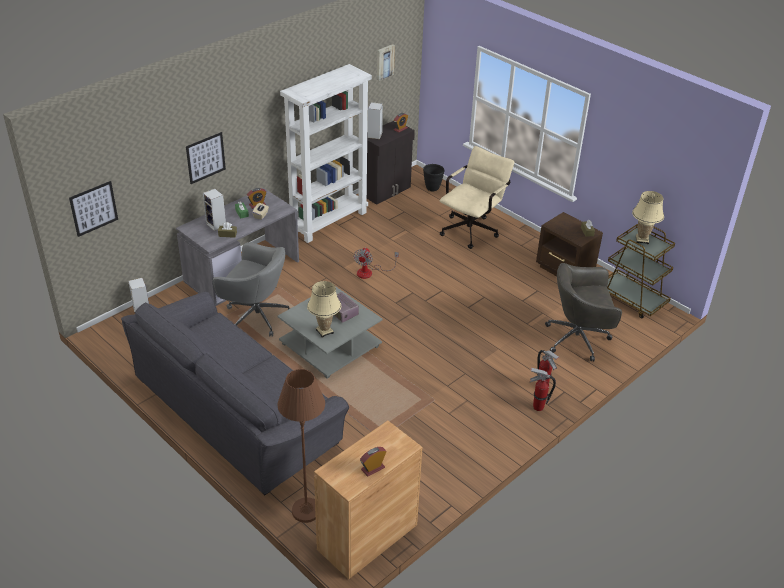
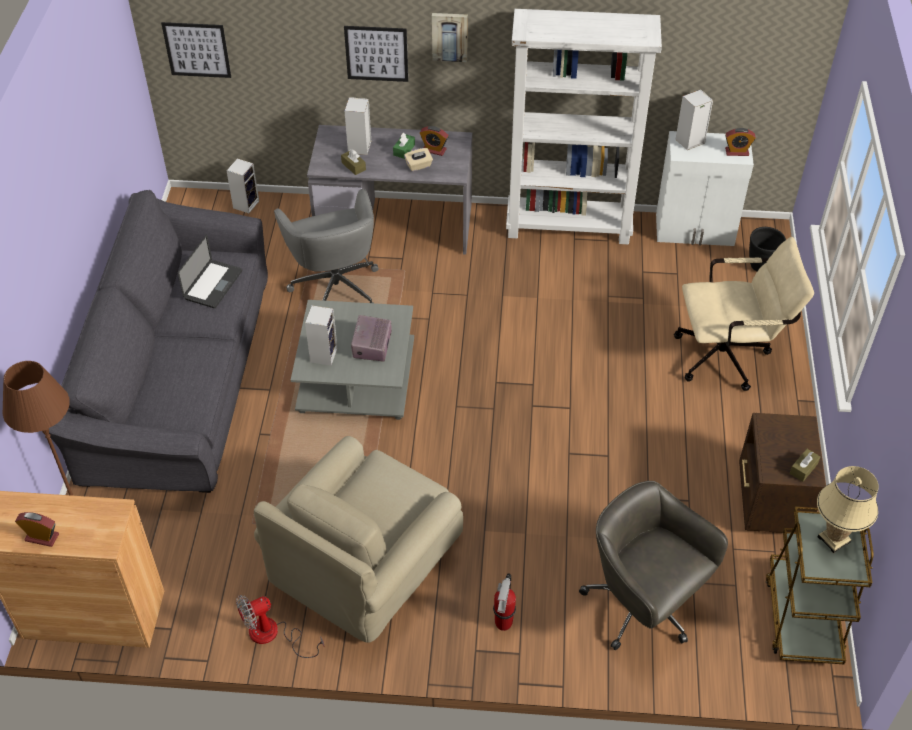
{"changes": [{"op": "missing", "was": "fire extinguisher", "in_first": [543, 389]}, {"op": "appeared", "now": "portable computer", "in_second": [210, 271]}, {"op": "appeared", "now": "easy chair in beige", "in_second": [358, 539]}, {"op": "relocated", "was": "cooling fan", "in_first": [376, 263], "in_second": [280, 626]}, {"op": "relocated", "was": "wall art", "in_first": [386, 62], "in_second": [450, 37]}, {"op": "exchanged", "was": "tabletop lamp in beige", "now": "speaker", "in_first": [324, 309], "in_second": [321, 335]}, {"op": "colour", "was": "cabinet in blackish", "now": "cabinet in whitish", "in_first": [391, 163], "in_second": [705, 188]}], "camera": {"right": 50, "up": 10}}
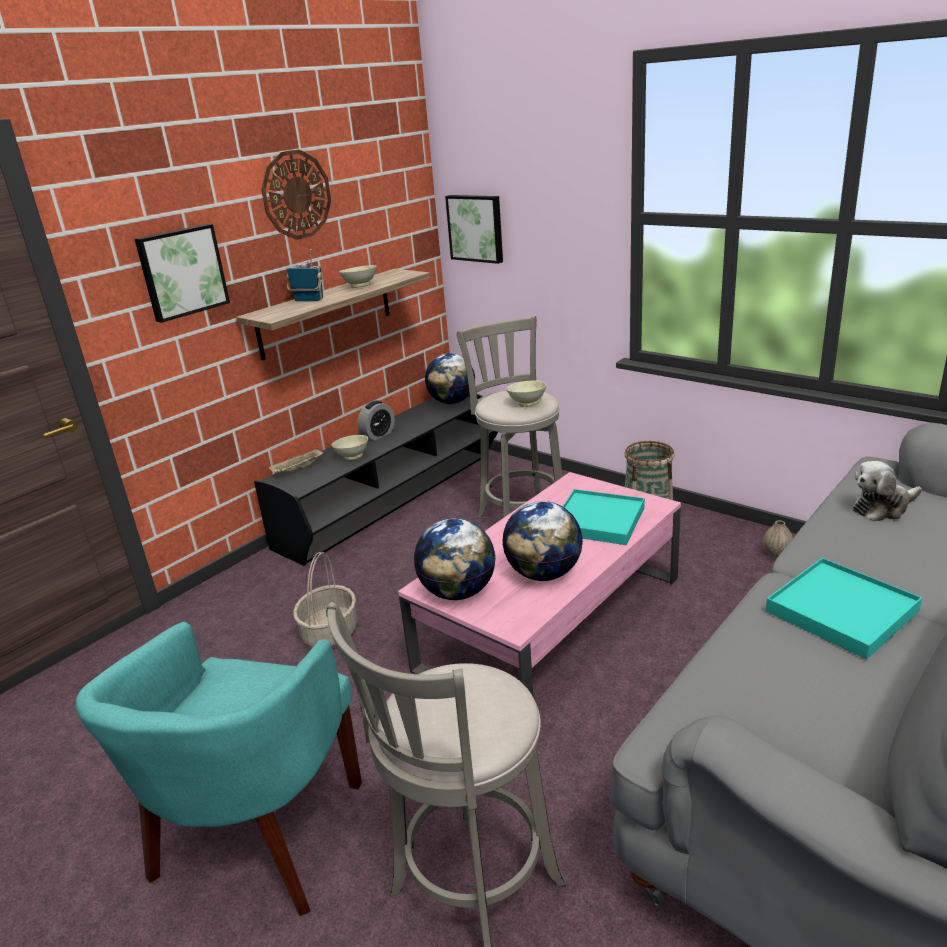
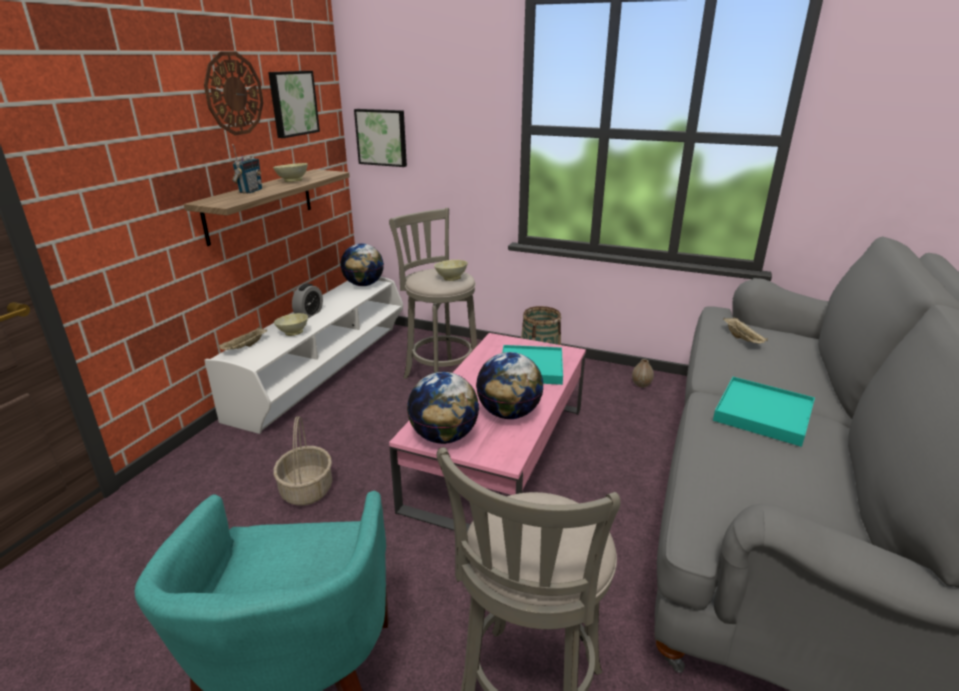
{"changes": [{"op": "relocated", "was": "wall art", "in_first": [182, 273], "in_second": [294, 104]}, {"op": "exchanged", "was": "plush toy", "now": "serving tray in beige", "in_first": [887, 491], "in_second": [745, 330]}, {"op": "colour", "was": "media console in blackish", "now": "media console in whitish", "in_first": [376, 480], "in_second": [303, 355]}, {"op": "spun", "was": "radio", "in_first": [305, 275], "in_second": [247, 169], "clockwise": 105}], "camera": {"right": -20, "up": 0}}
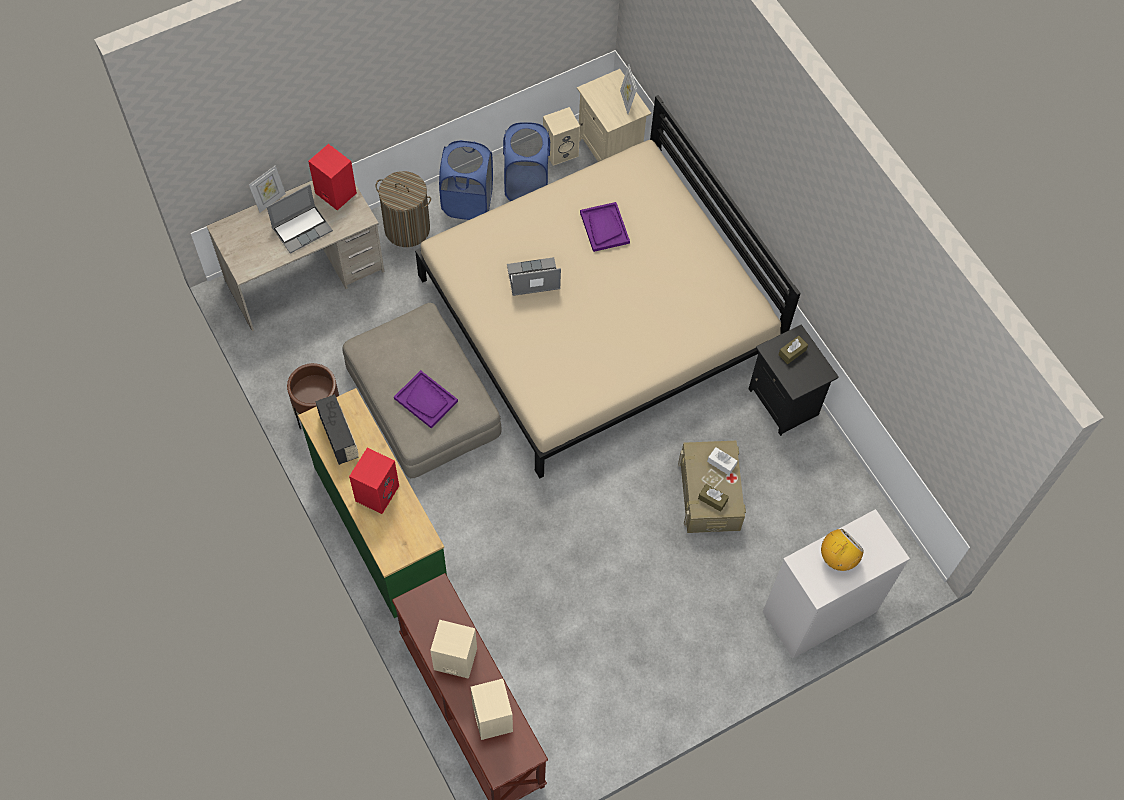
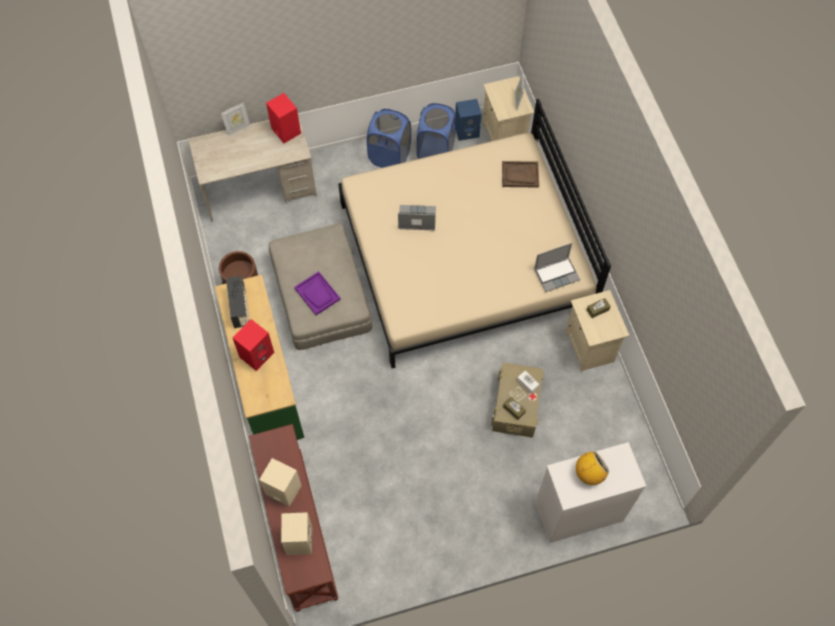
{"changes": [{"op": "missing", "was": "laundry basket", "in_first": [403, 209]}, {"op": "missing", "was": "serving tray in purple", "in_first": [605, 227]}, {"op": "appeared", "now": "serving tray in brownish", "in_second": [520, 174]}, {"op": "relocated", "was": "portable computer", "in_first": [300, 219], "in_second": [557, 267]}, {"op": "colour", "was": "speaker in beige", "now": "speaker in blue-coloured", "in_first": [561, 136], "in_second": [468, 120]}, {"op": "colour", "was": "nightstand in blackish", "now": "nightstand in beige", "in_first": [794, 380], "in_second": [597, 331]}], "camera": {"right": 15, "up": 0}}
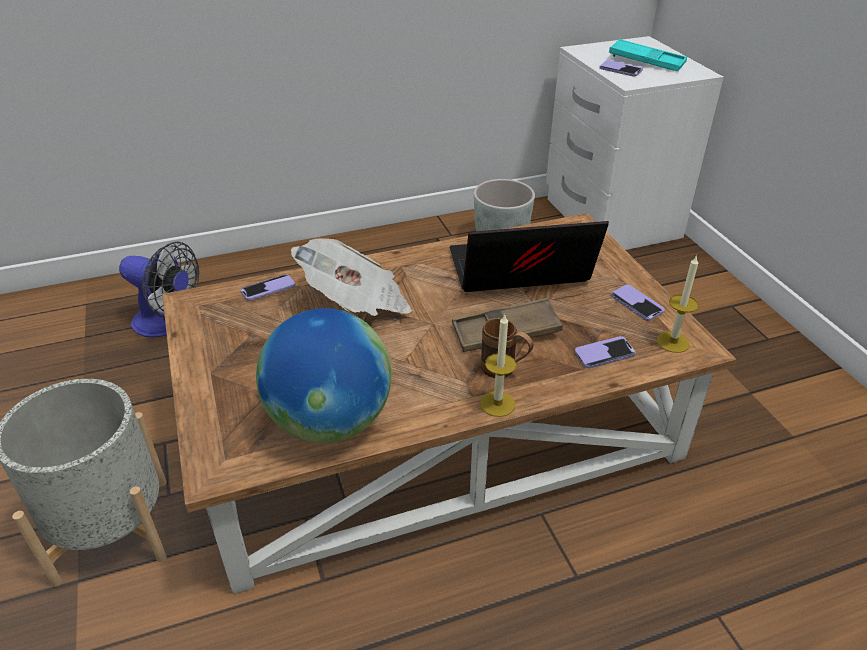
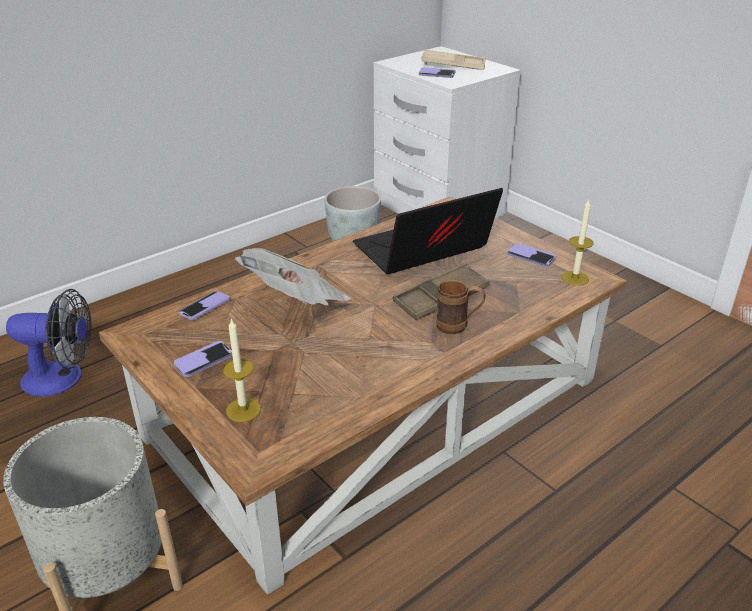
{"changes": [{"op": "missing", "was": "desk globe", "in_first": [324, 375]}, {"op": "relocated", "was": "wax light", "in_first": [498, 365], "in_second": [242, 370]}, {"op": "relocated", "was": "handset", "in_first": [605, 352], "in_second": [203, 359]}, {"op": "colour", "was": "serving tray in turquoise-coloured", "now": "serving tray in beige", "in_first": [648, 55], "in_second": [453, 59]}], "camera": {"right": -20, "up": -5}}
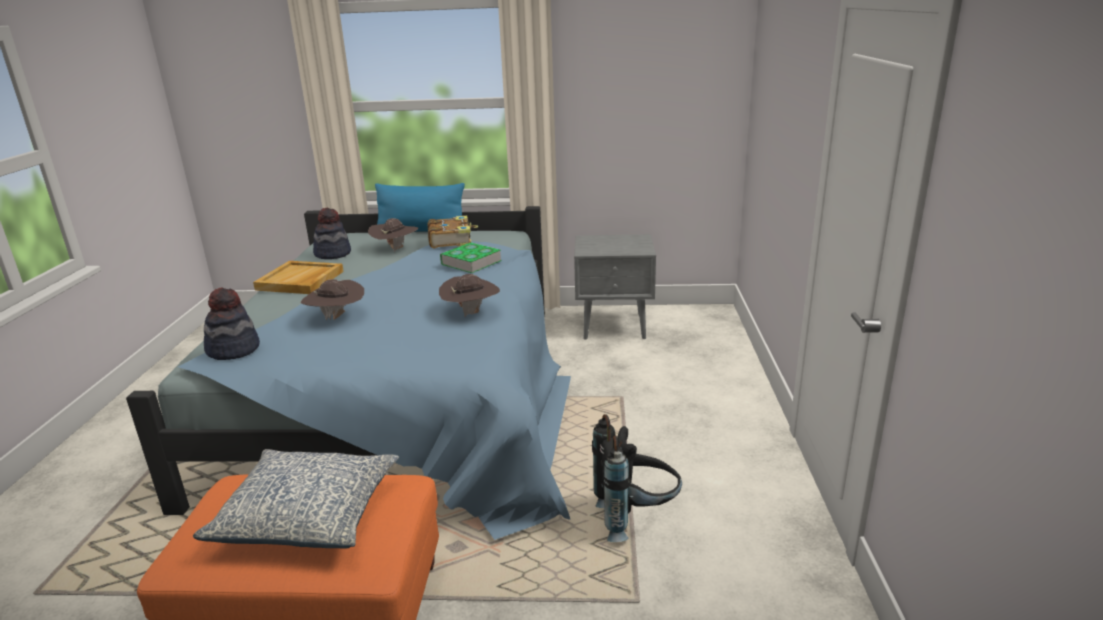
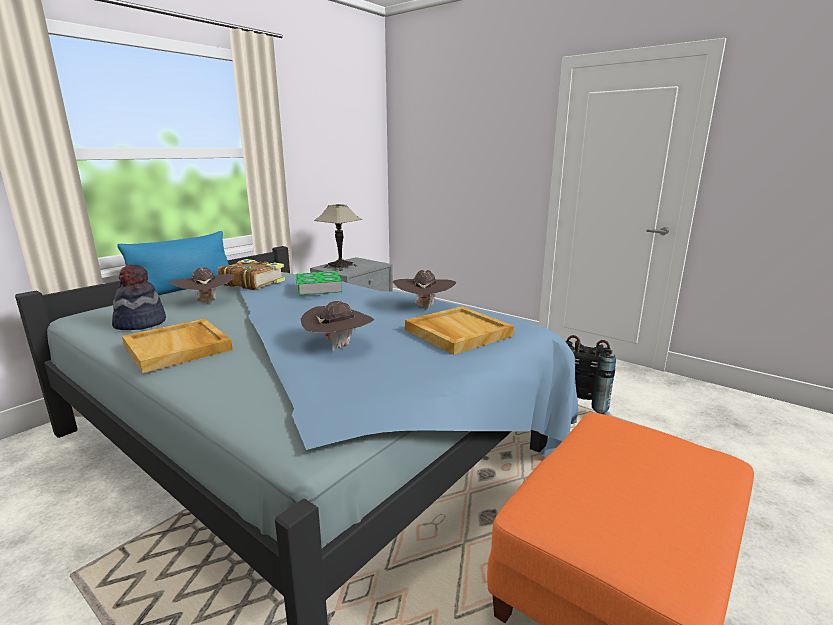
{"changes": [{"op": "missing", "was": "pillow", "in_first": [296, 499]}, {"op": "missing", "was": "clothing hat", "in_first": [232, 324]}, {"op": "appeared", "now": "tabletop lamp", "in_second": [338, 237]}, {"op": "appeared", "now": "serving tray in beige", "in_second": [459, 330]}], "camera": {"right": -55, "up": -5}}
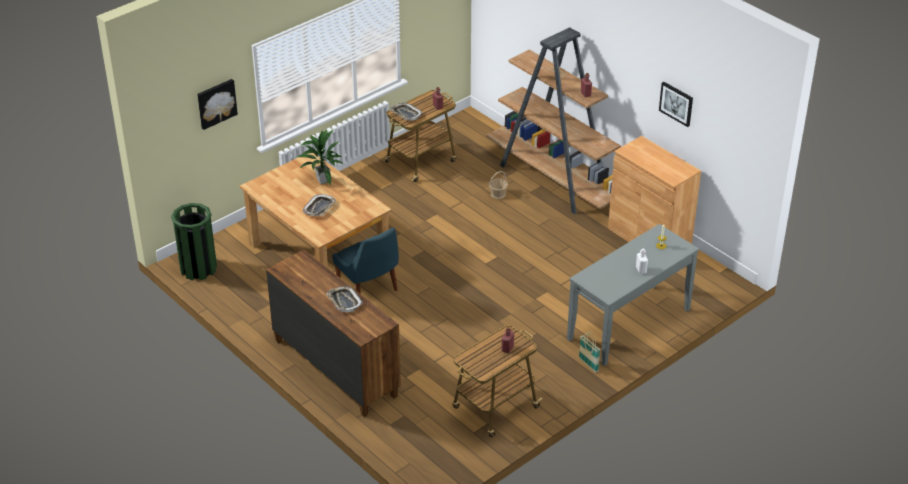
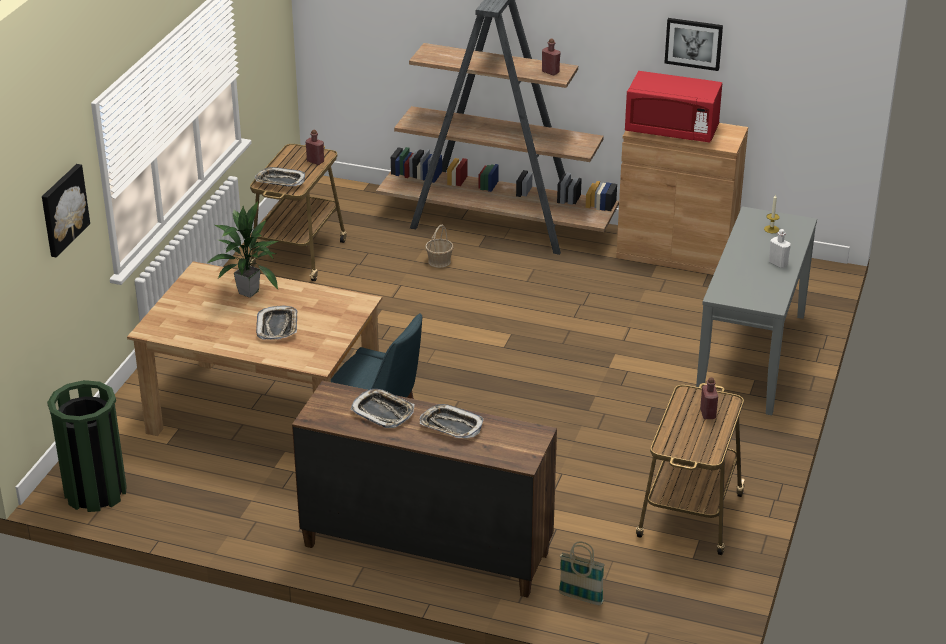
{"changes": [{"op": "appeared", "now": "serving tray", "in_second": [382, 408]}, {"op": "appeared", "now": "microwave oven in reddish", "in_second": [673, 107]}, {"op": "relocated", "was": "basket", "in_first": [589, 352], "in_second": [582, 573]}], "camera": {"right": -30, "up": -5}}
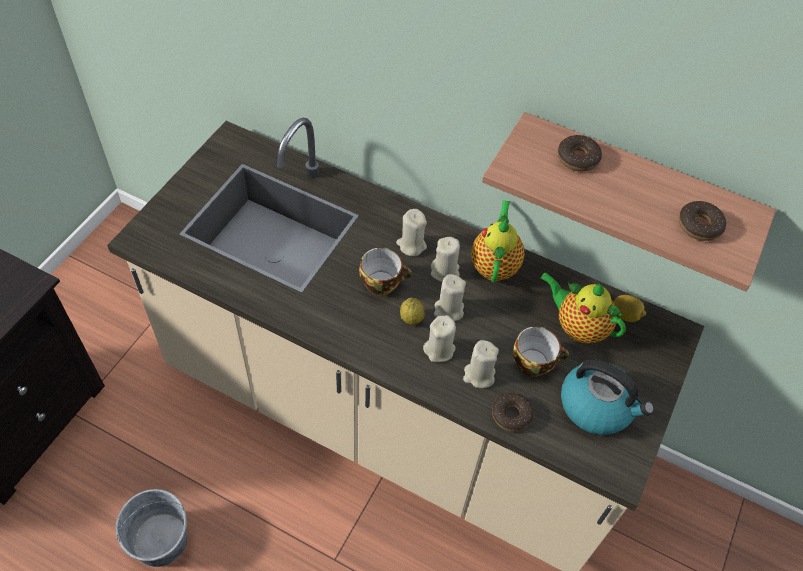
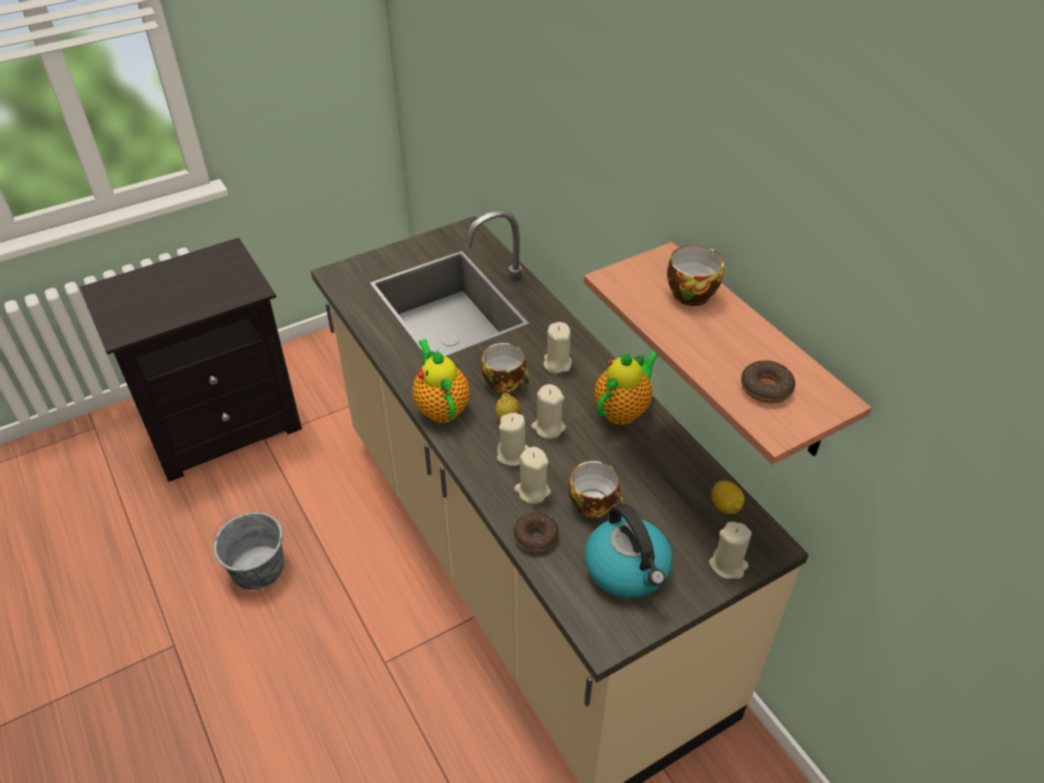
{"changes": [{"op": "relocated", "was": "wax light in beige", "in_first": [445, 259], "in_second": [730, 550]}, {"op": "relocated", "was": "pot for tea", "in_first": [583, 308], "in_second": [441, 381]}, {"op": "exchanged", "was": "donut", "now": "cup", "in_first": [580, 153], "in_second": [695, 275]}], "camera": {"right": 35, "up": -10}}
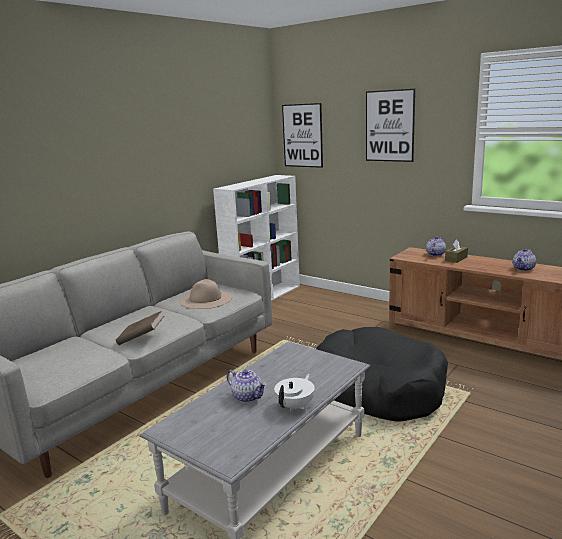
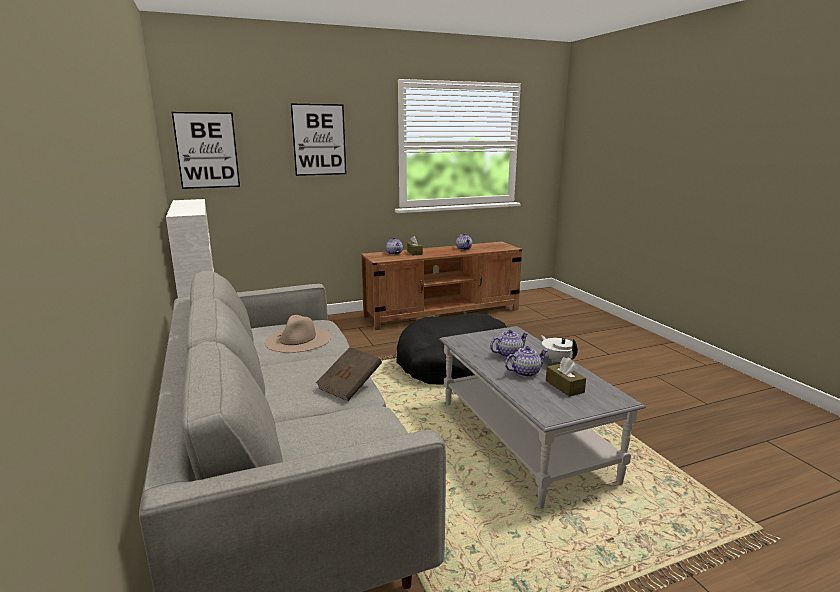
{"changes": [{"op": "appeared", "now": "pot for tea", "in_second": [509, 344]}, {"op": "appeared", "now": "tissue holder in brownish", "in_second": [566, 377]}], "camera": {"right": -60, "up": 0}}
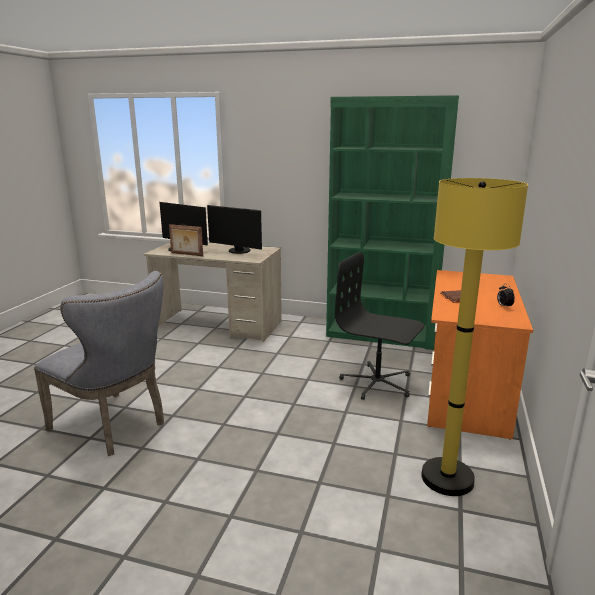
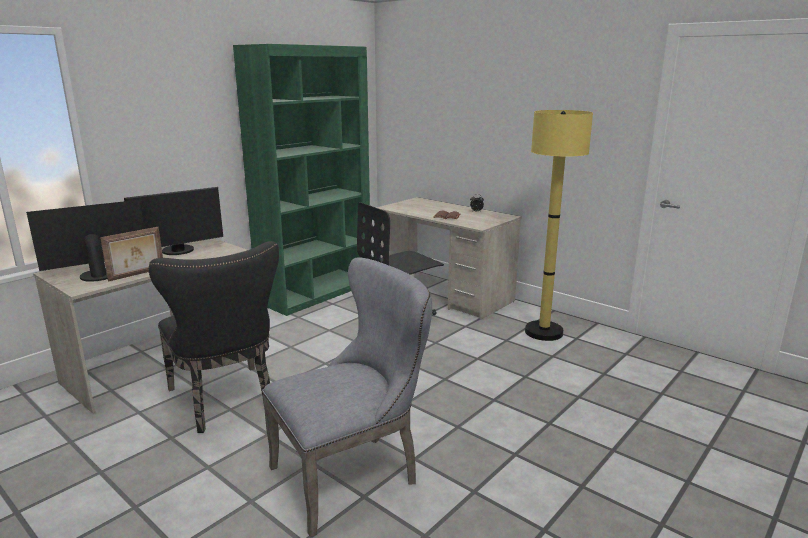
{"changes": [{"op": "appeared", "now": "plain chair in blackish", "in_second": [213, 337]}, {"op": "colour", "was": "desk in orangey", "now": "desk in beige", "in_first": [480, 355], "in_second": [449, 258]}], "camera": {"right": -65, "up": 0}}
